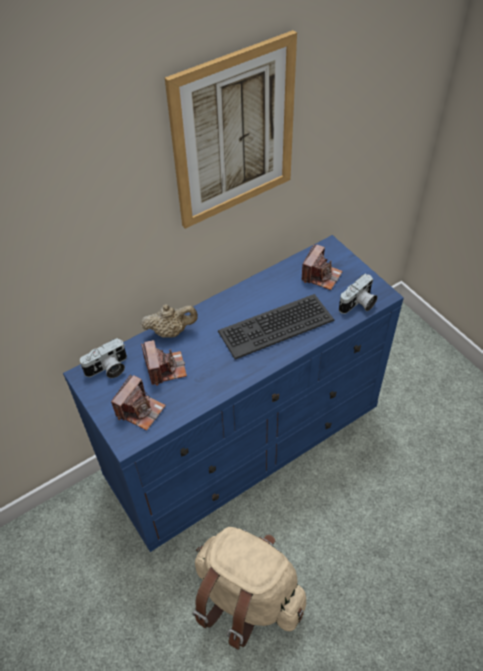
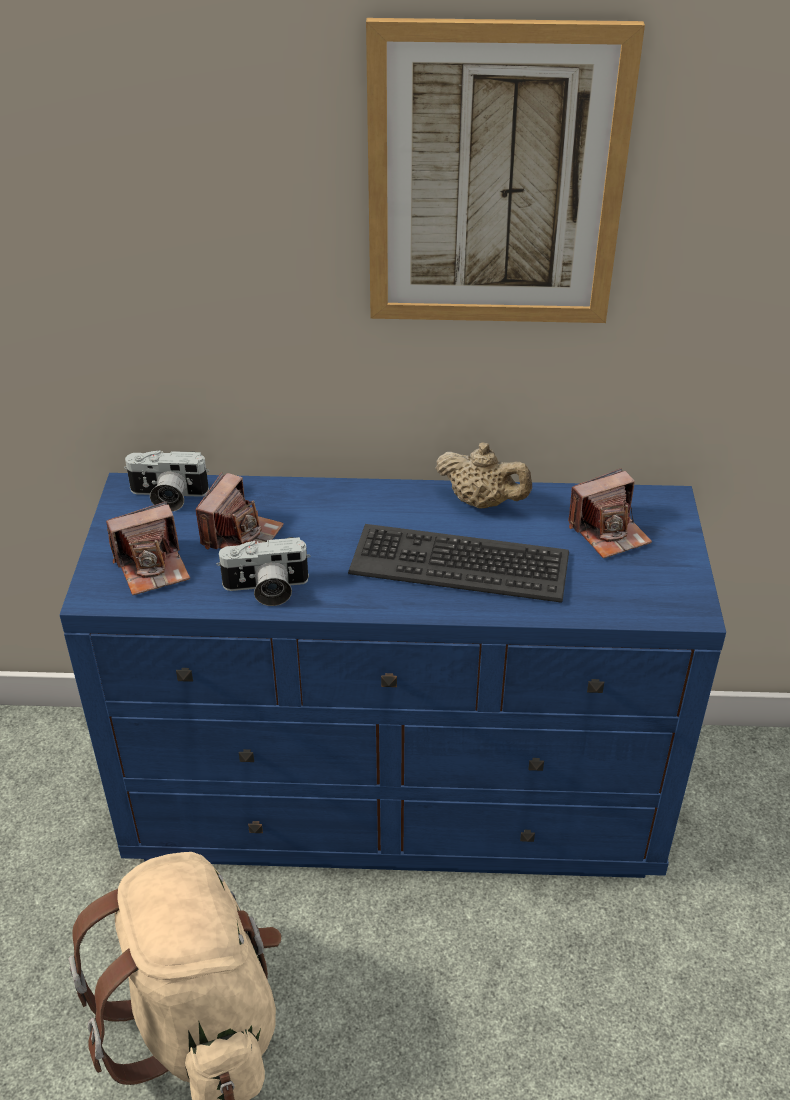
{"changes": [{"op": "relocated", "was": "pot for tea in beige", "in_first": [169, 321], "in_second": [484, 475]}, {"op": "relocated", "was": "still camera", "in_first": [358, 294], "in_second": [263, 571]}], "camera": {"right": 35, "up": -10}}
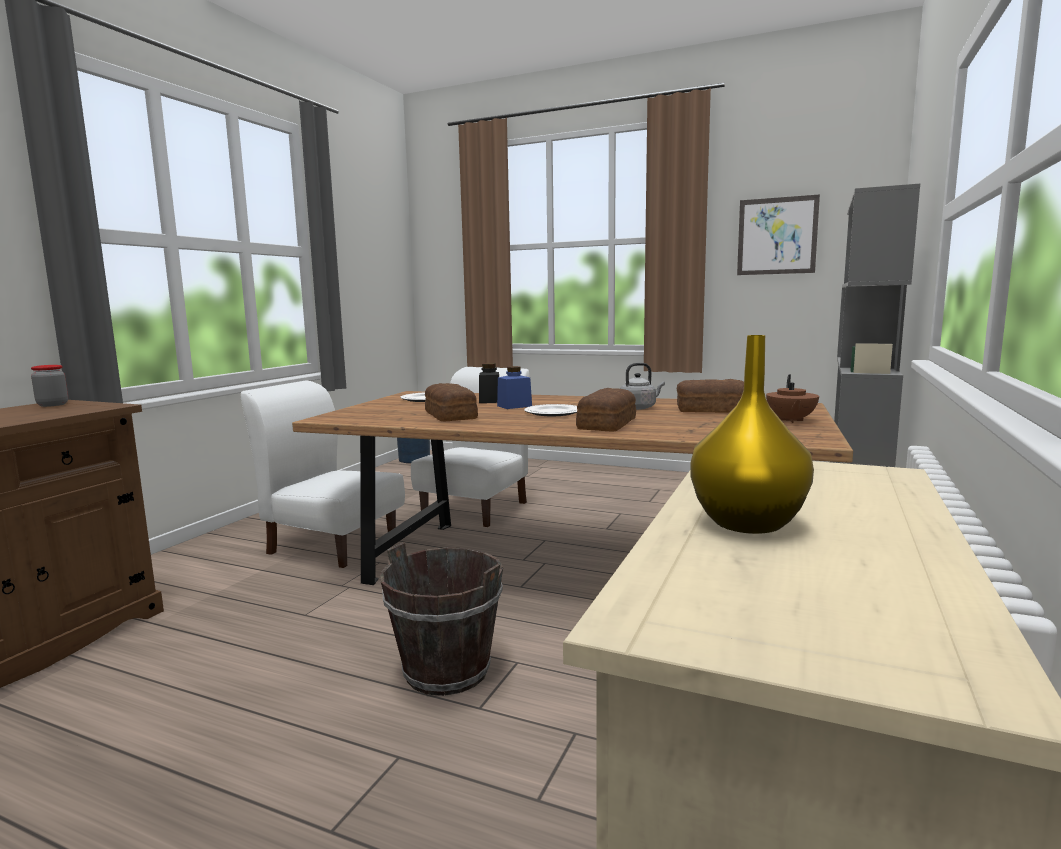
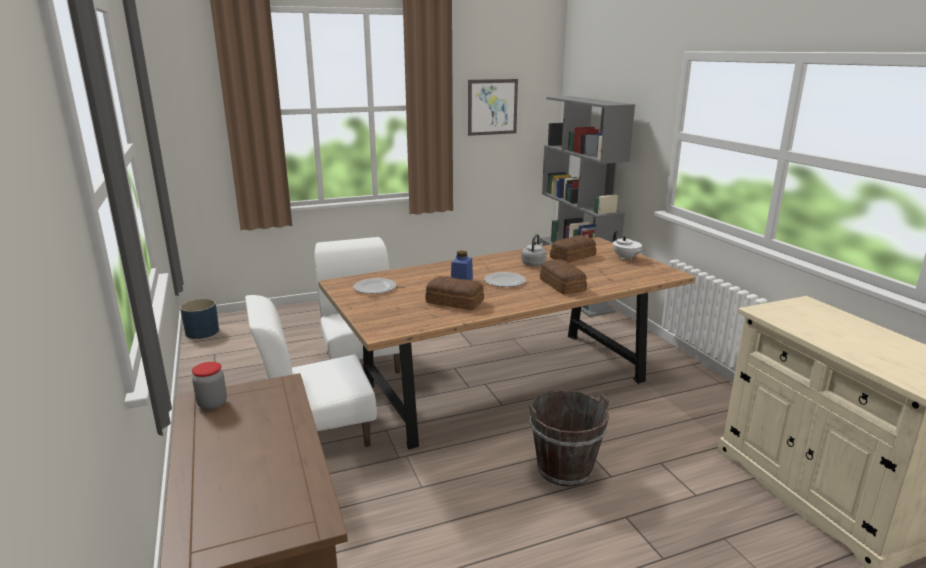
{"changes": [{"op": "missing", "was": "jar in blackish", "in_first": [489, 383]}, {"op": "missing", "was": "flower vase in yellow-coloured", "in_first": [752, 434]}, {"op": "colour", "was": "pot for tea in brownish", "now": "pot for tea in whitish", "in_first": [792, 398], "in_second": [628, 245]}], "camera": {"right": -45, "up": 10}}
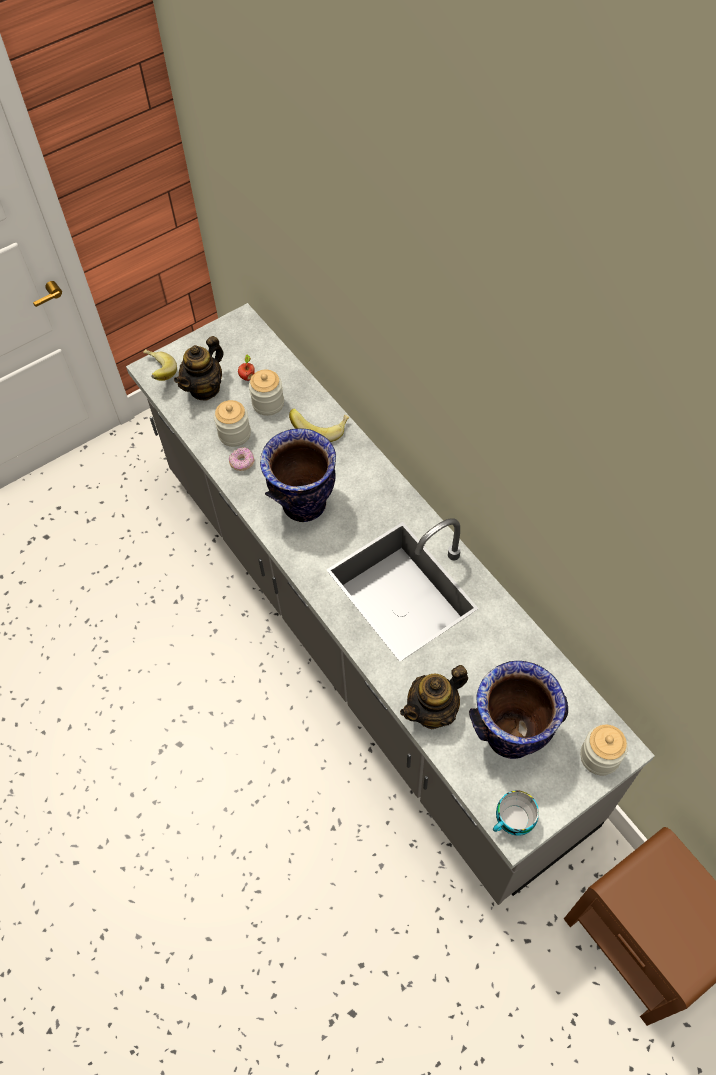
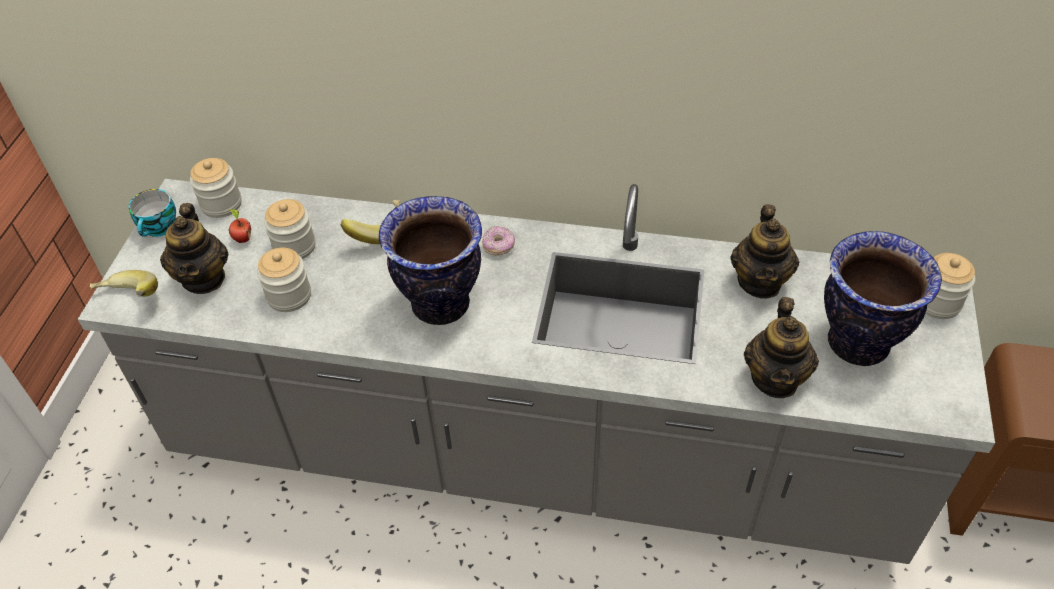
{"changes": [{"op": "appeared", "now": "jar", "in_second": [216, 188]}, {"op": "appeared", "now": "pot for tea", "in_second": [764, 251]}, {"op": "relocated", "was": "donut", "in_first": [241, 459], "in_second": [498, 241]}, {"op": "relocated", "was": "cup", "in_first": [516, 813], "in_second": [152, 213]}], "camera": {"right": -45, "up": -10}}
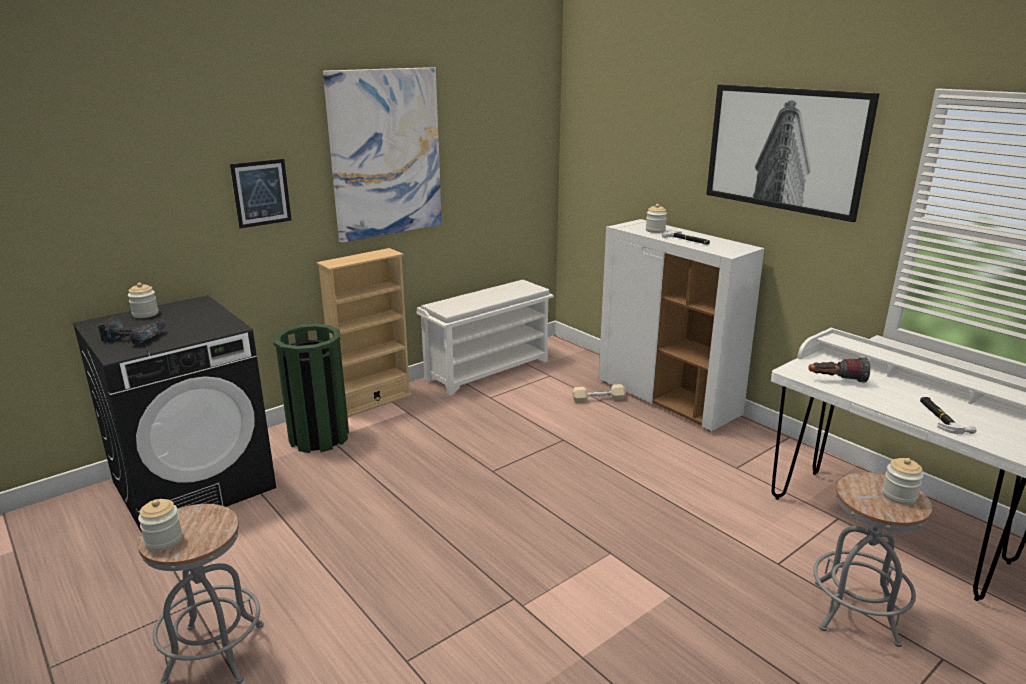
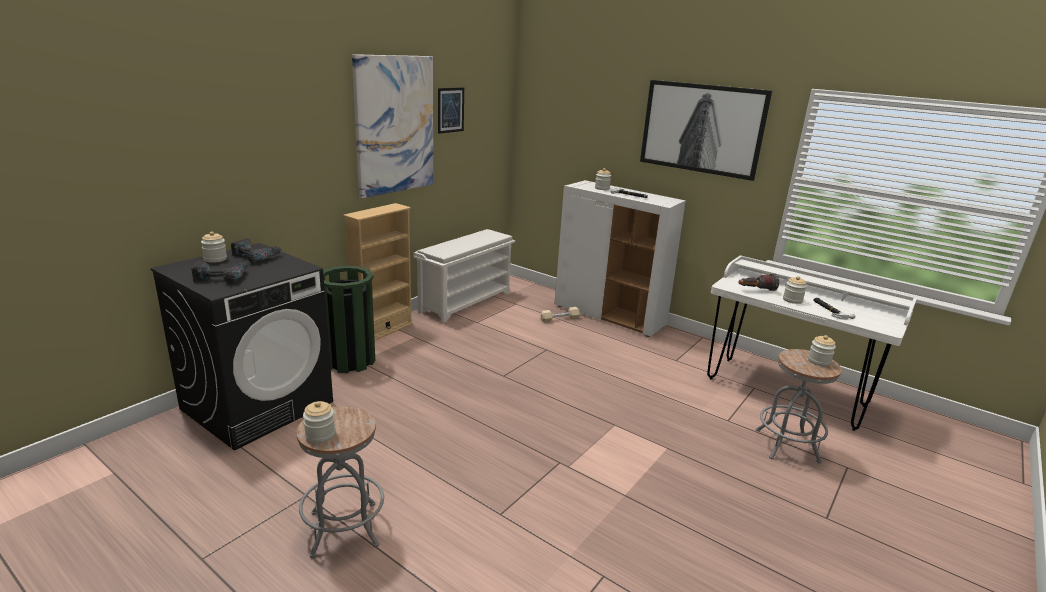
{"changes": [{"op": "appeared", "now": "power drill", "in_second": [256, 250]}, {"op": "appeared", "now": "jar", "in_second": [795, 290]}, {"op": "relocated", "was": "wall art", "in_first": [261, 194], "in_second": [451, 110]}], "camera": {"right": -15, "up": 0}}
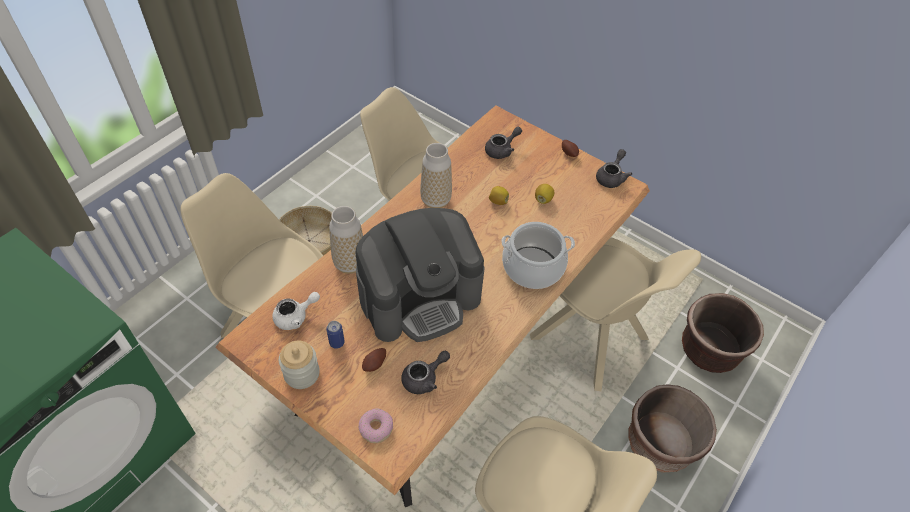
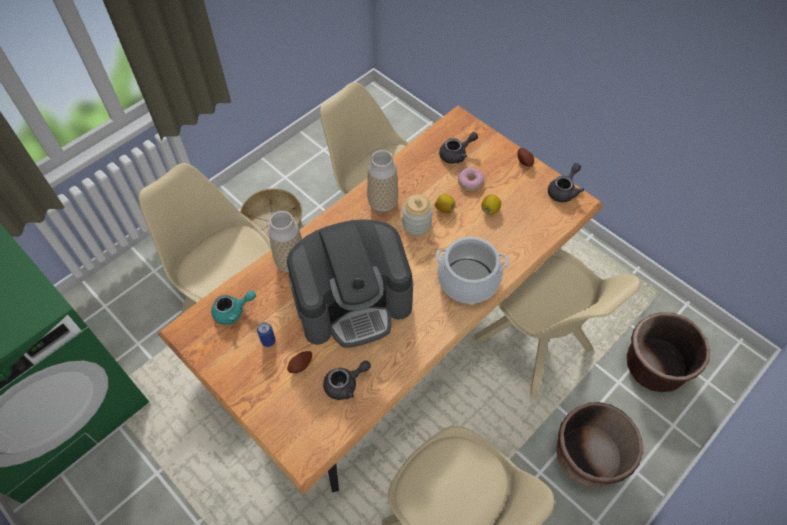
{"changes": [{"op": "relocated", "was": "jar", "in_first": [299, 365], "in_second": [417, 215]}, {"op": "relocated", "was": "donut", "in_first": [376, 425], "in_second": [471, 179]}, {"op": "colour", "was": "pot for tea in whitish", "now": "pot for tea in turquoise-coloured", "in_first": [296, 311], "in_second": [233, 308]}], "camera": {"right": 10, "up": 5}}
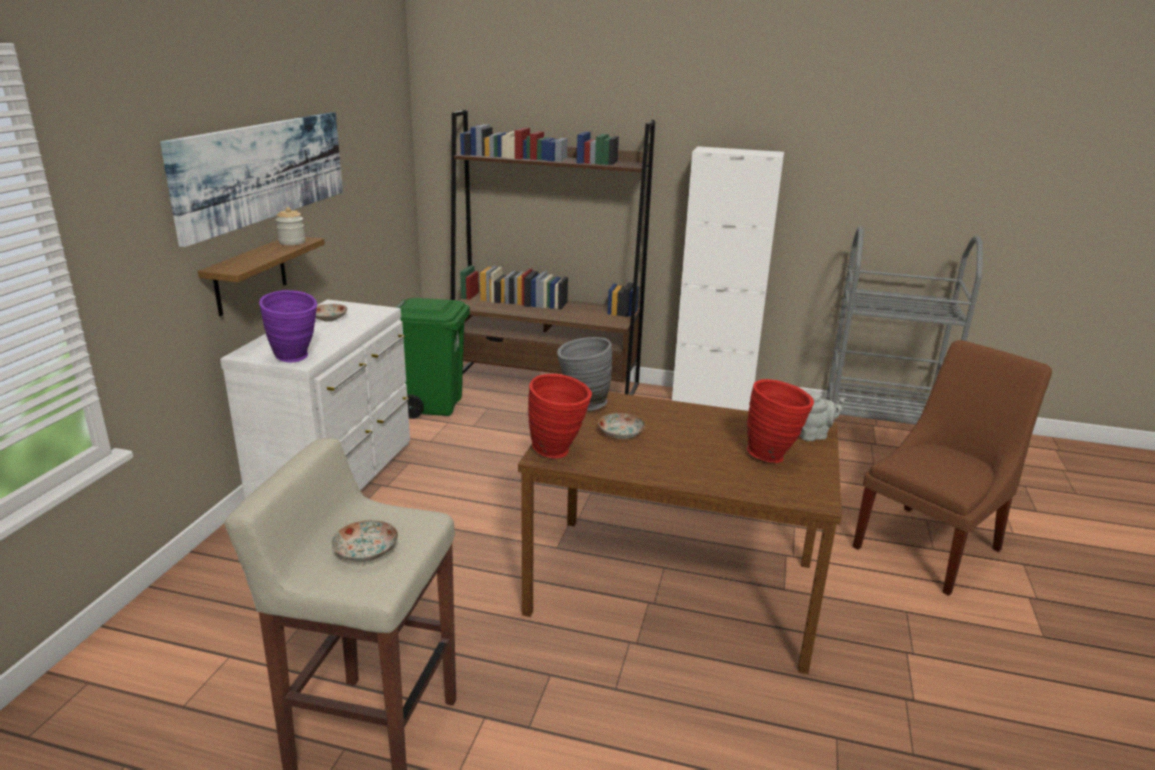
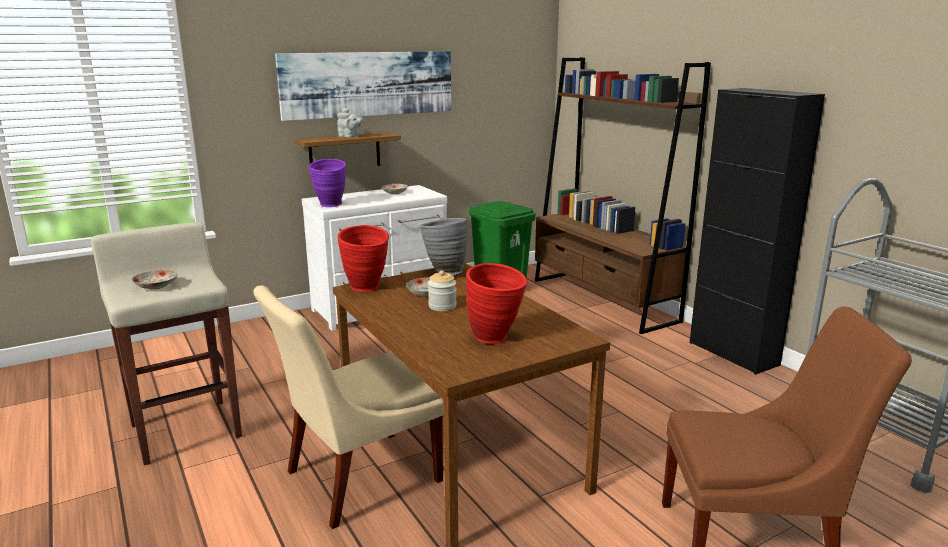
{"changes": [{"op": "appeared", "now": "plain chair in beige", "in_second": [348, 407]}, {"op": "relocated", "was": "jar", "in_first": [290, 226], "in_second": [442, 290]}, {"op": "relocated", "was": "pot for tea in greyish", "in_first": [821, 417], "in_second": [350, 122]}, {"op": "colour", "was": "cabinet in whitish", "now": "cabinet in blackish", "in_first": [728, 278], "in_second": [757, 231]}], "camera": {"right": 45, "up": -5}}
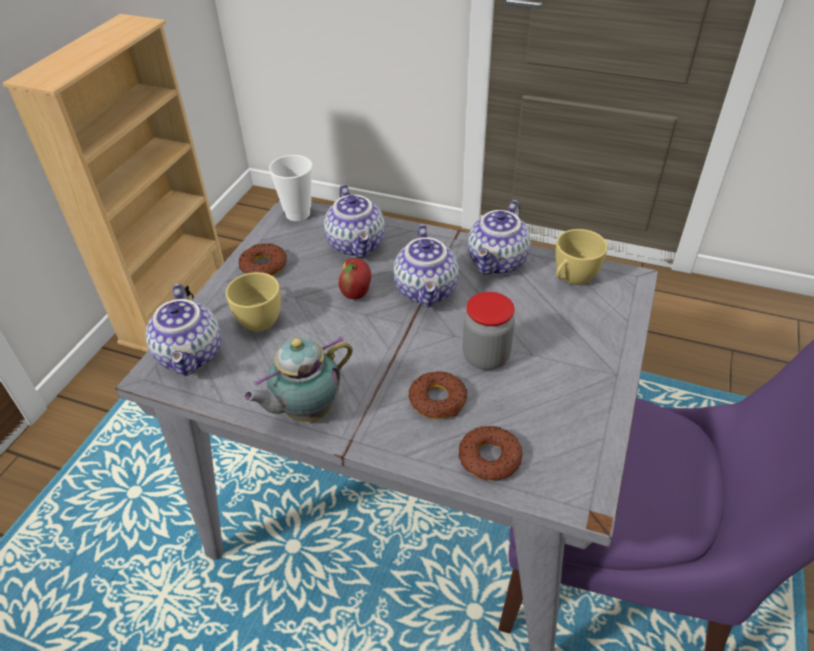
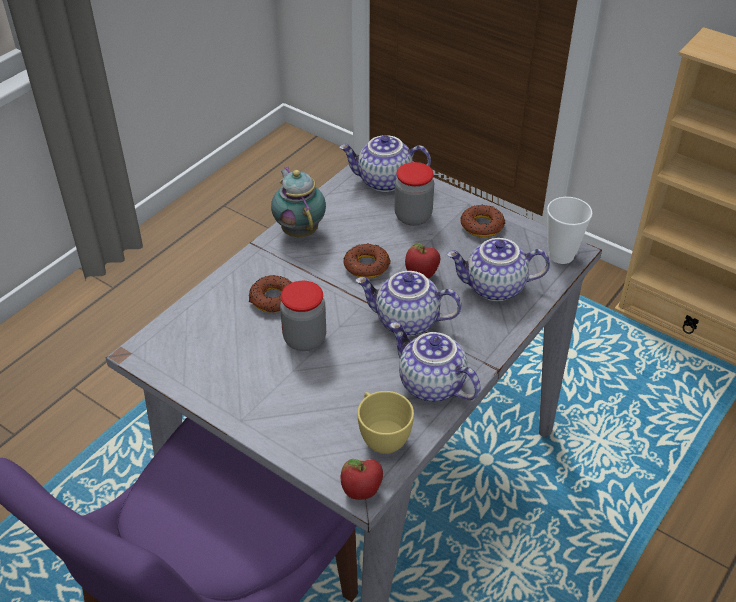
{"changes": [{"op": "appeared", "now": "whole apple", "in_second": [362, 479]}, {"op": "relocated", "was": "donut", "in_first": [490, 453], "in_second": [367, 261]}, {"op": "exchanged", "was": "cup in yellow-coloured", "now": "jar", "in_first": [253, 301], "in_second": [414, 194]}], "camera": {"right": 105, "up": 0}}
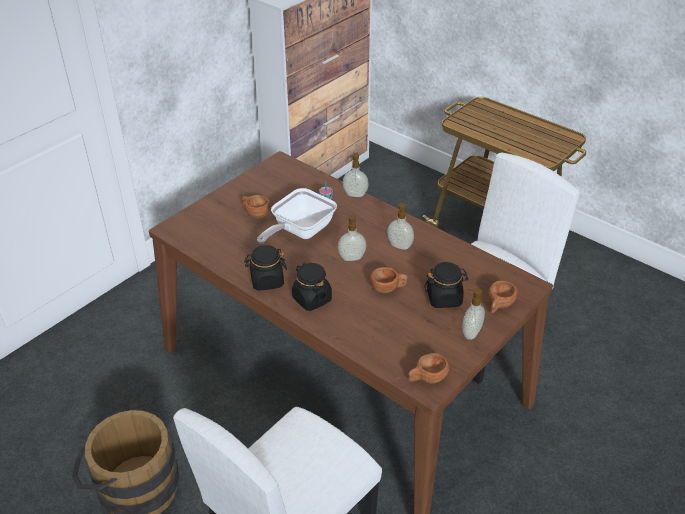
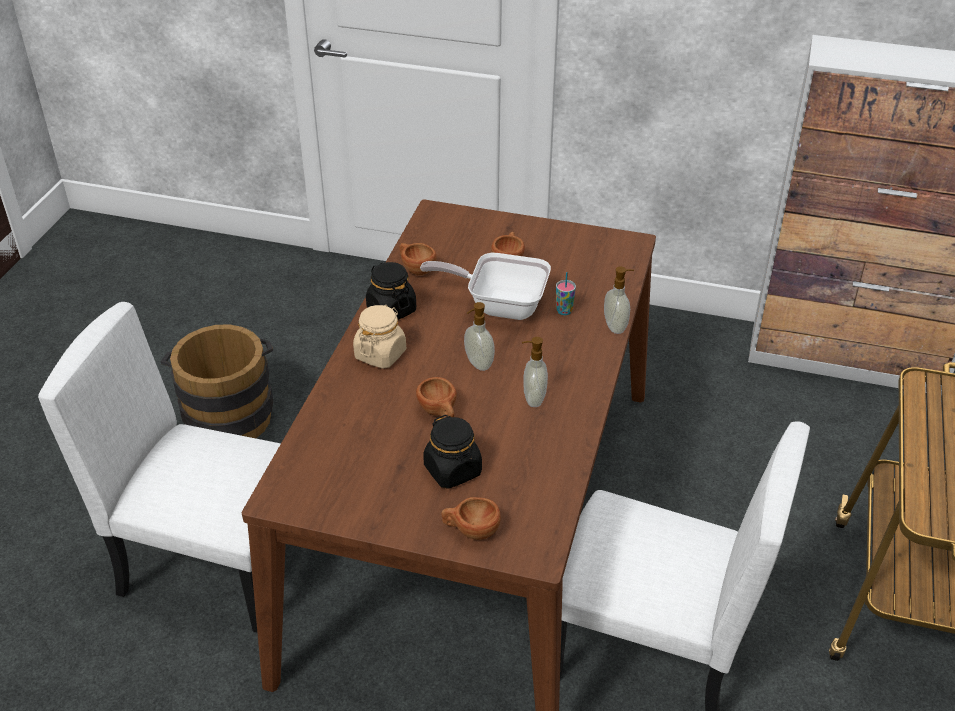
{"changes": [{"op": "missing", "was": "soap bottle", "in_first": [473, 314]}, {"op": "relocated", "was": "cup in brownish", "in_first": [428, 368], "in_second": [418, 259]}, {"op": "colour", "was": "jar in blackish", "now": "jar in beige", "in_first": [312, 287], "in_second": [379, 337]}], "camera": {"right": 65, "up": 0}}
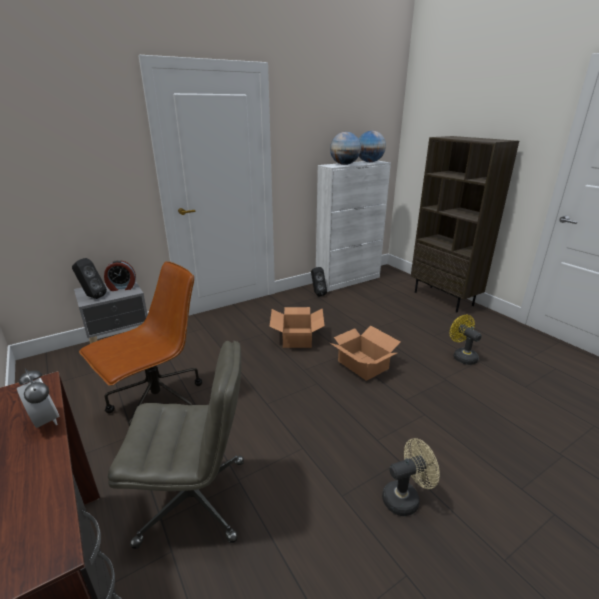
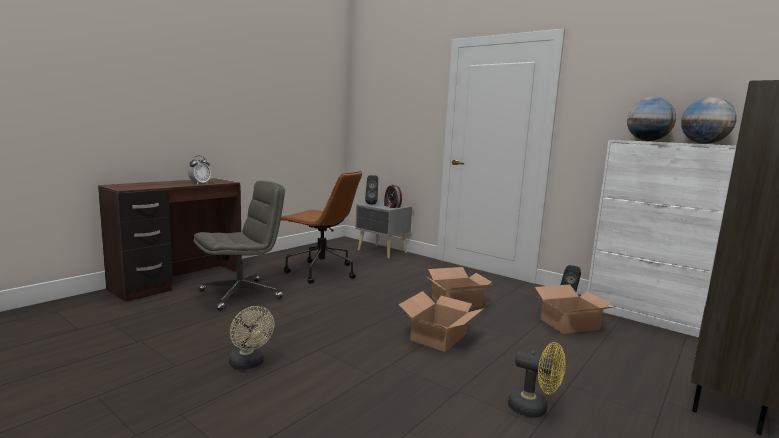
{"changes": [{"op": "appeared", "now": "packing box", "in_second": [575, 309]}, {"op": "spun", "was": "computer chair in greyish", "in_first": [176, 445], "in_second": [239, 246], "clockwise": -105}, {"op": "spun", "was": "cooling fan in yellow-coloured", "in_first": [466, 340], "in_second": [537, 380], "clockwise": 75}], "camera": {"right": 70, "up": -15}}
